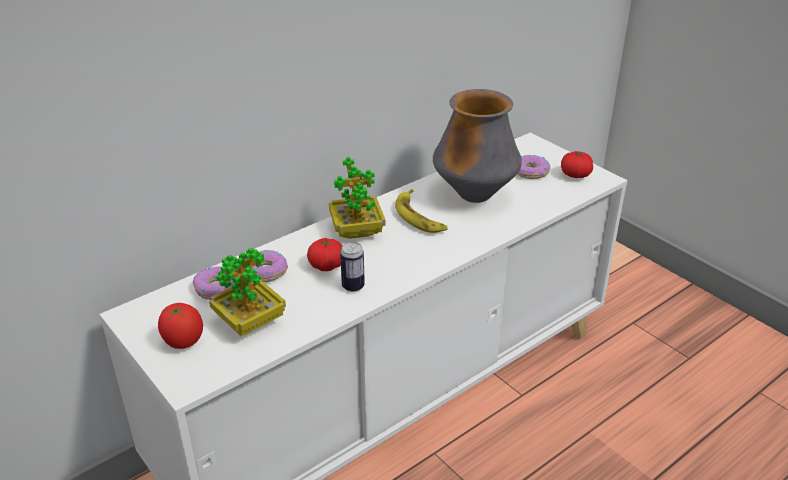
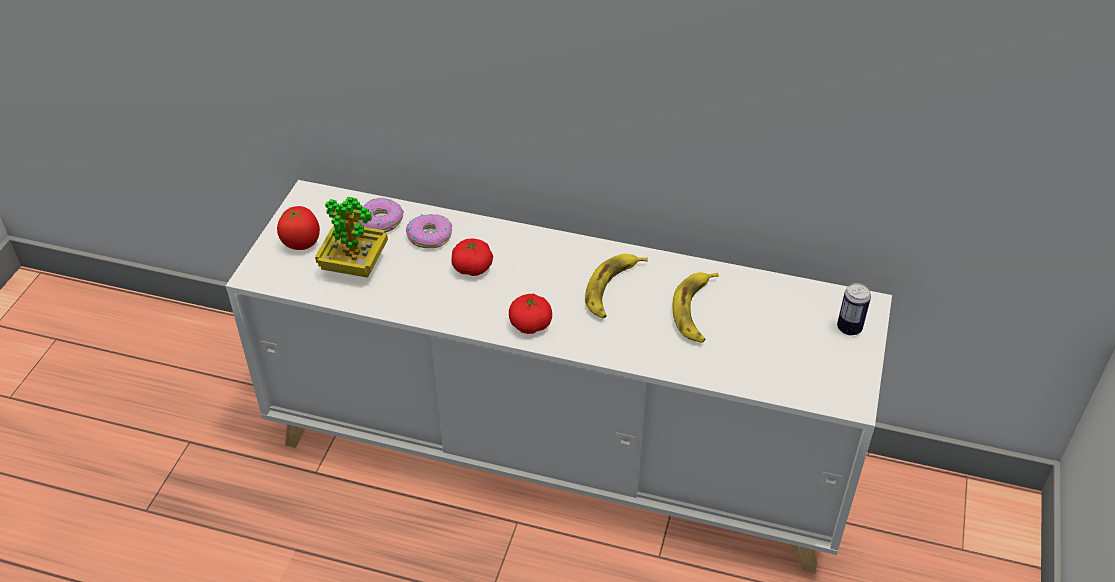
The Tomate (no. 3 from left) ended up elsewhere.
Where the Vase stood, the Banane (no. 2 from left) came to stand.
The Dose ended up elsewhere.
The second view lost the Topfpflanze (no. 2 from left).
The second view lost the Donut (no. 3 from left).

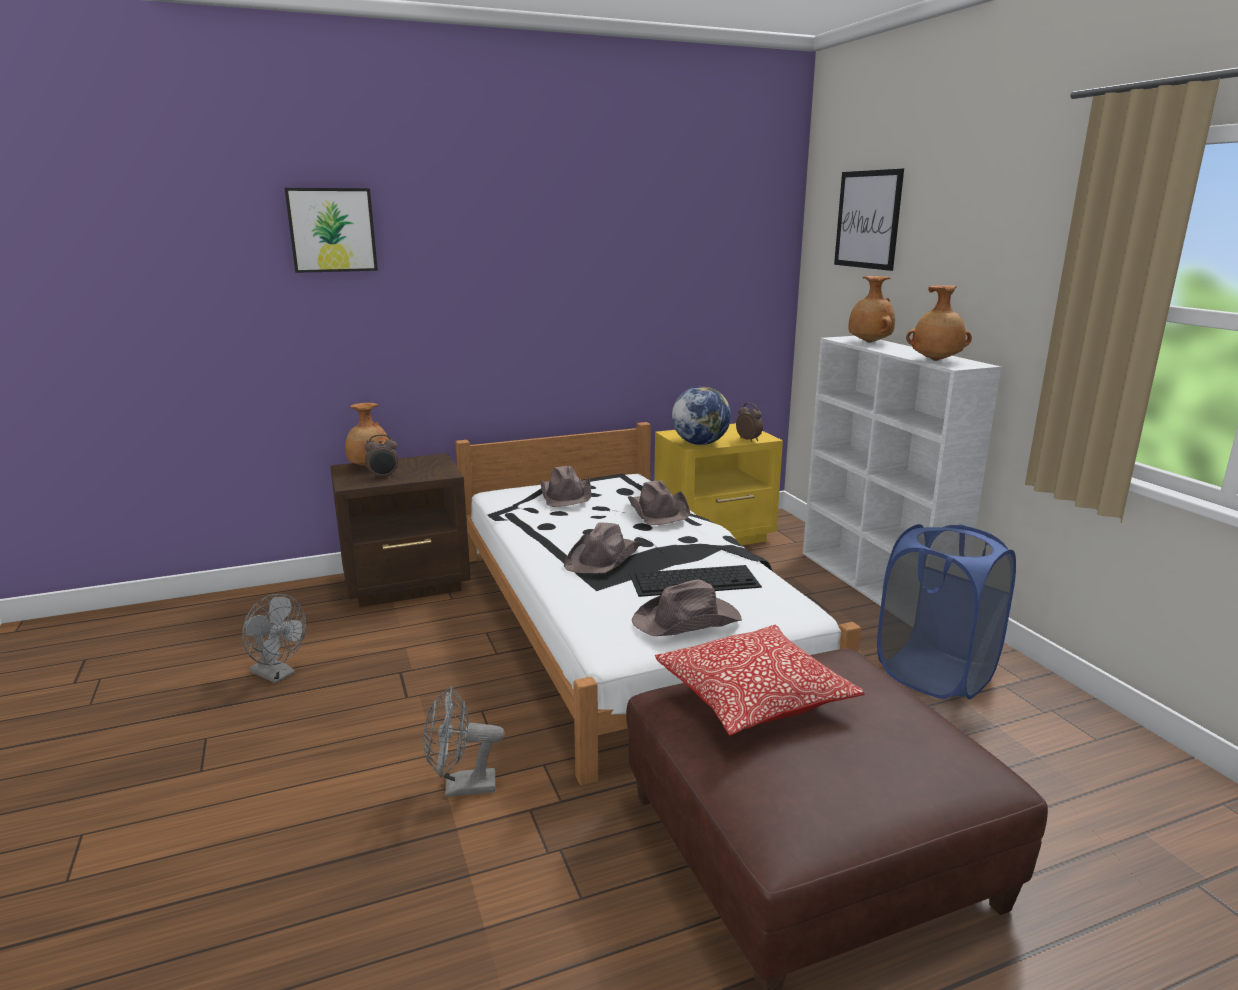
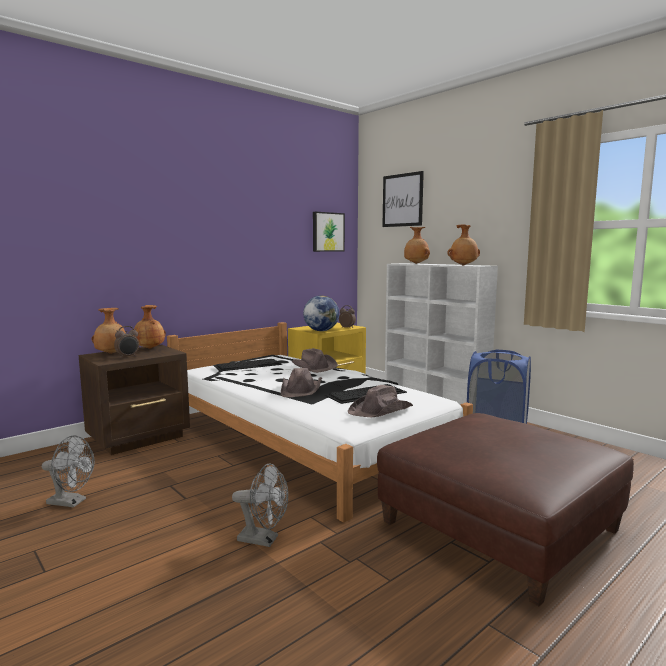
The second view gained the Vase (braun) (no. 2 from left).
Where the Hut (braun) (no. 1 from left) stood, the Tastatur (no. 1 from left) came to stand.
The Ventilator (grau) (no. 2 from left) ended up facing another way, 135 degrees counterclockwise from before.
The Bild (no. 1 from left) ended up elsewhere.
The second view lost the Kissen.

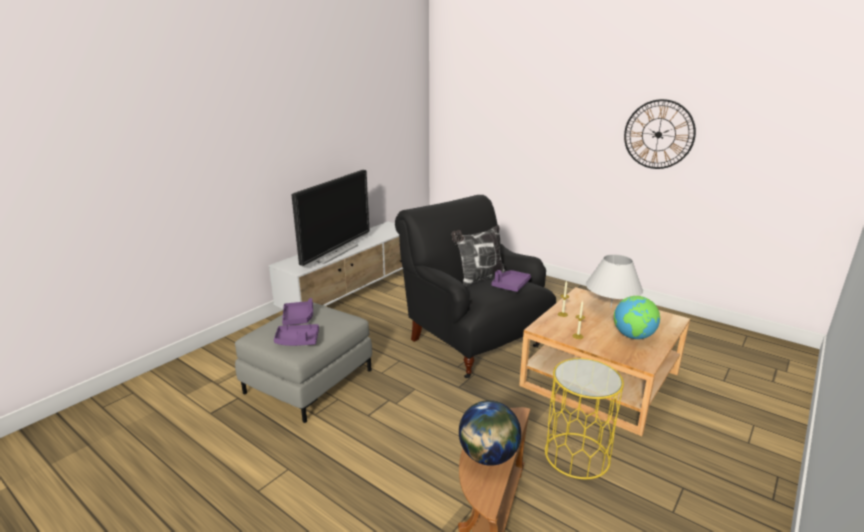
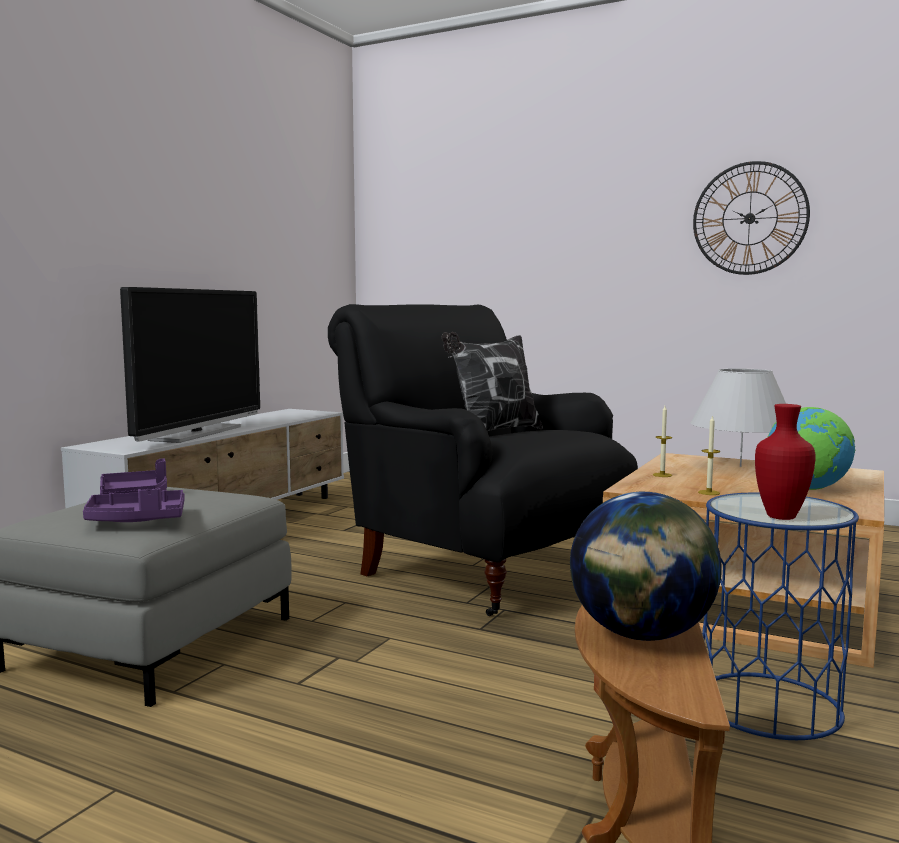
What was the Beistelltisch (gelb) turned into the Beistelltisch (blau).
The second view gained the Vase (rot).
The second view lost the Tablett (lila) (no. 3 from left).

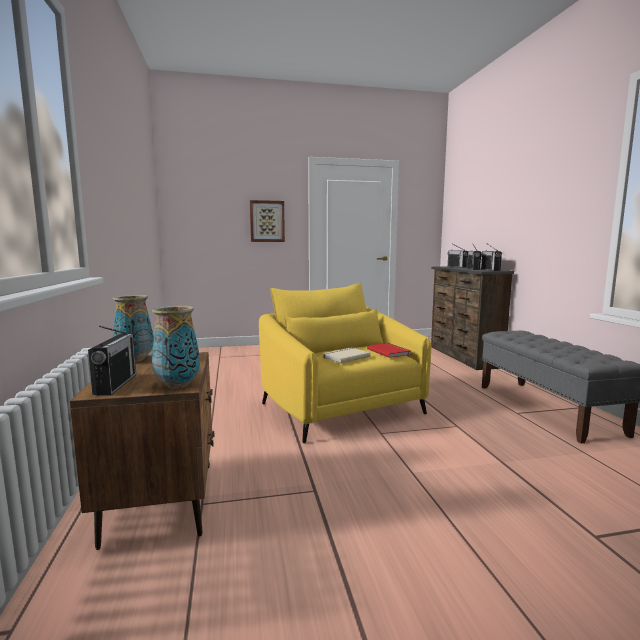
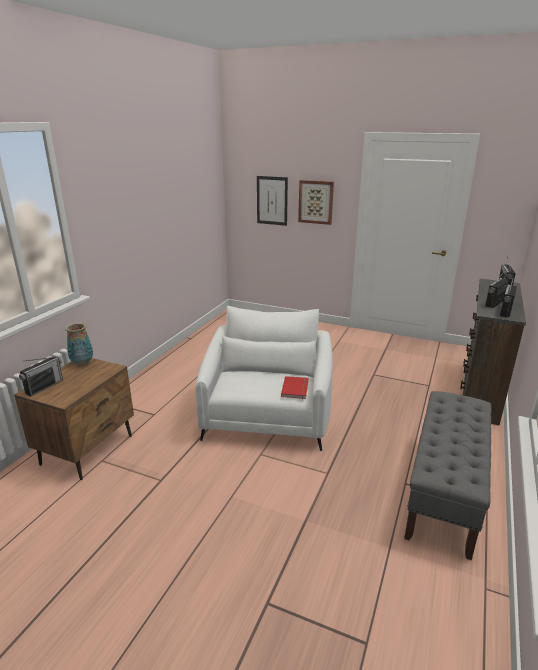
What was the Sessel (gelb) turned into the Sessel (weiß).
The second view gained the Bild (no. 1 from left).
The second view lost the Vase (no. 2 from left).
The second view lost the Buch (beige).

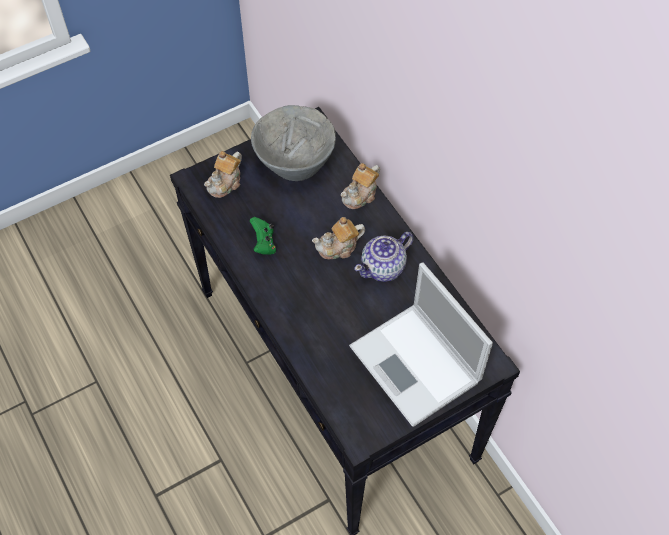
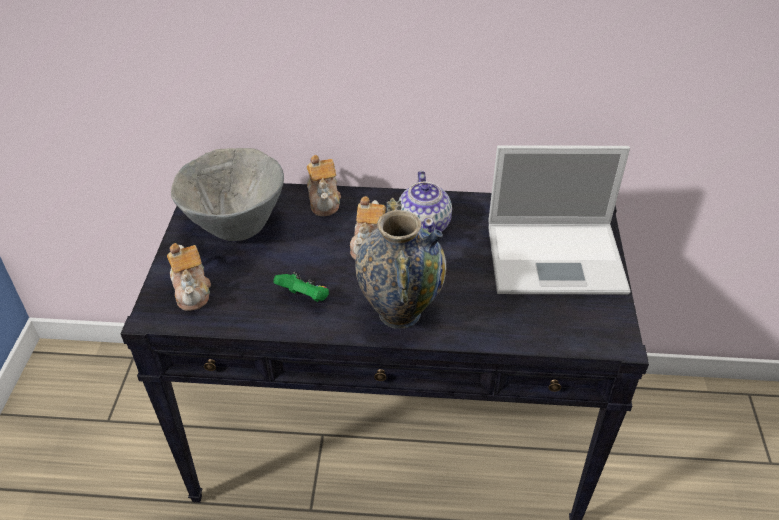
The second view gained the Vase.

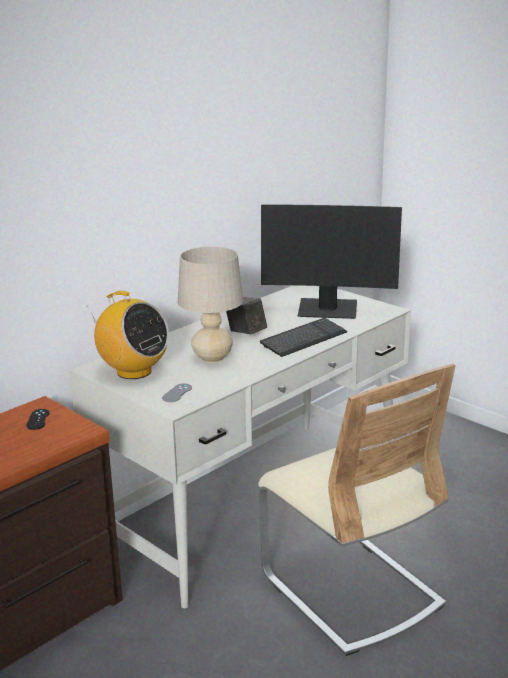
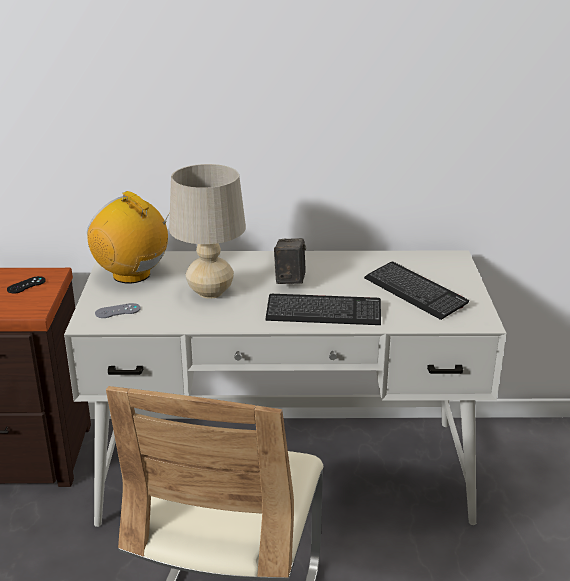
The Radio ended up facing another way, 135 degrees clockwise from before.
Where the Monitor stood, the Tastatur (no. 2 from left) came to stand.

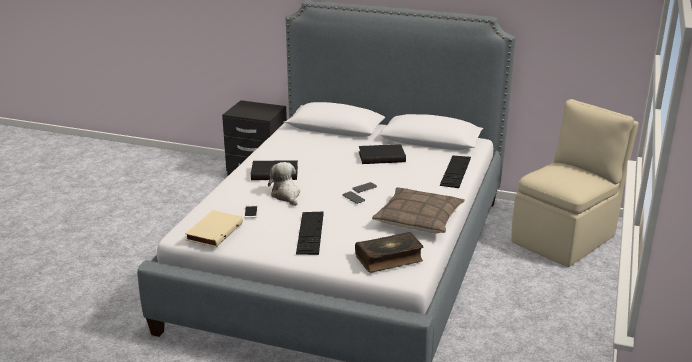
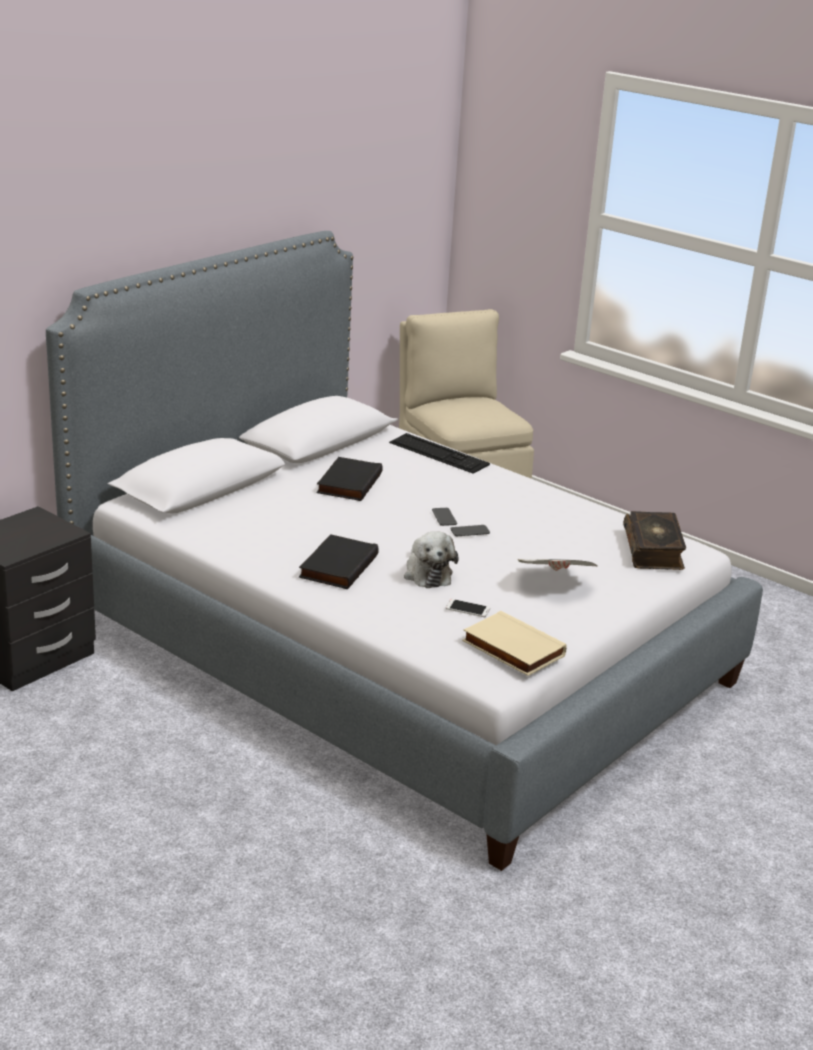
The Plüschtier ended up facing another way, 105 degrees counterclockwise from before.
Where the Tastatur (no. 1 from left) stood, the Zeitung came to stand.
The second view lost the Kissen.

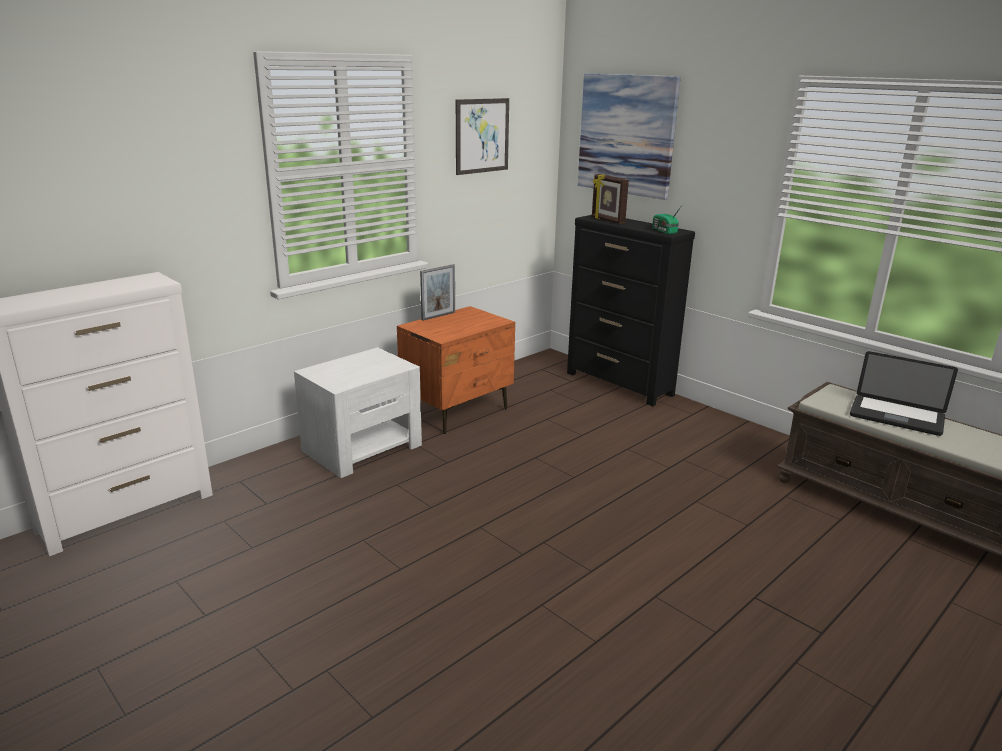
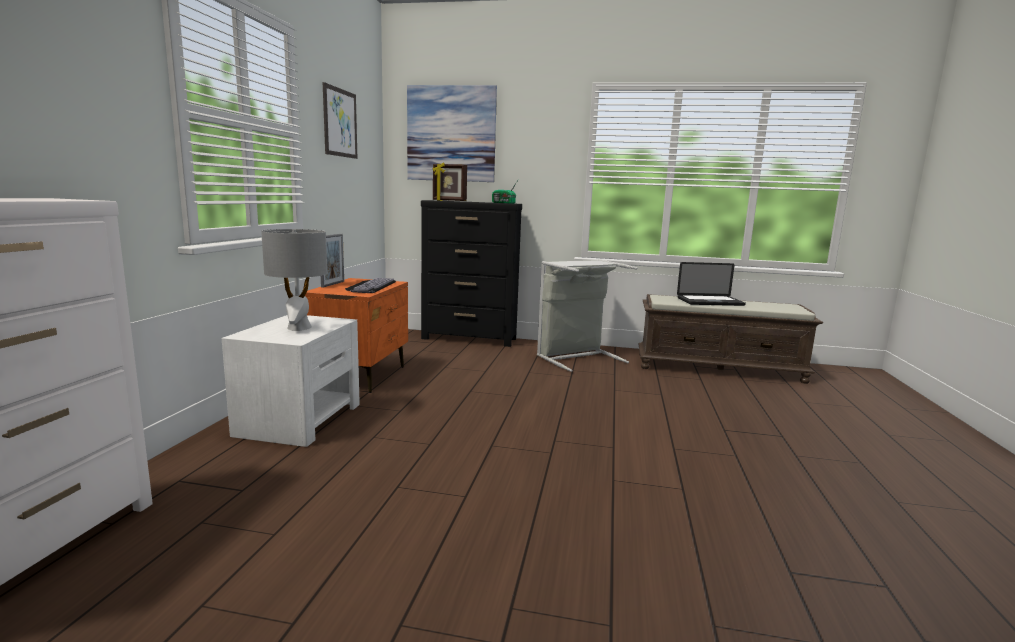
The second view gained the Tischlampe (grau).
The second view gained the Tastatur.
The second view gained the Wäschekorb (grau).

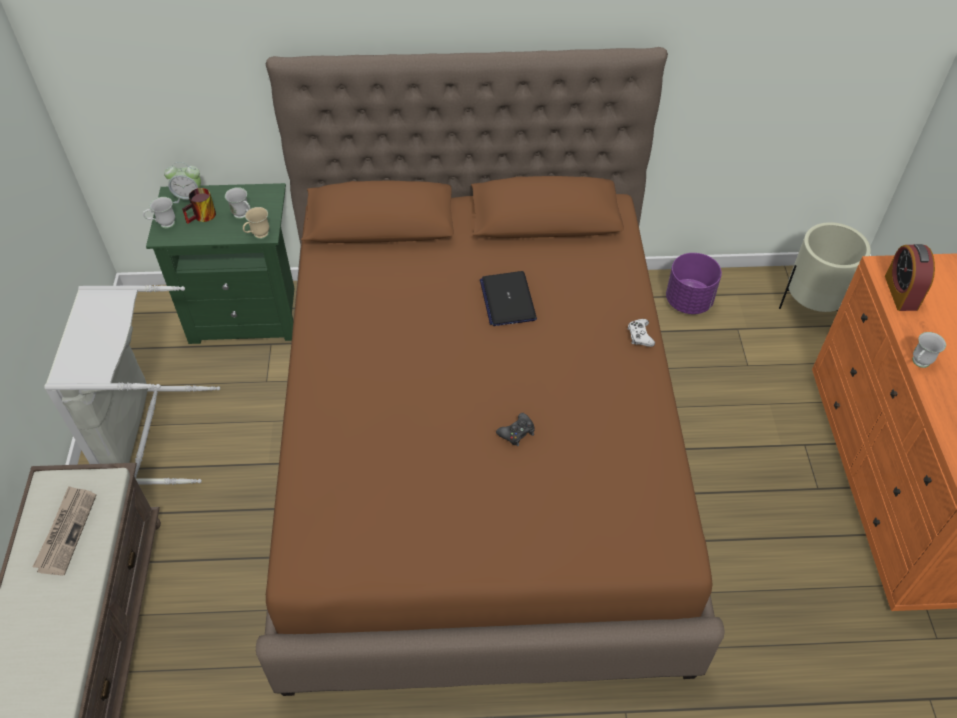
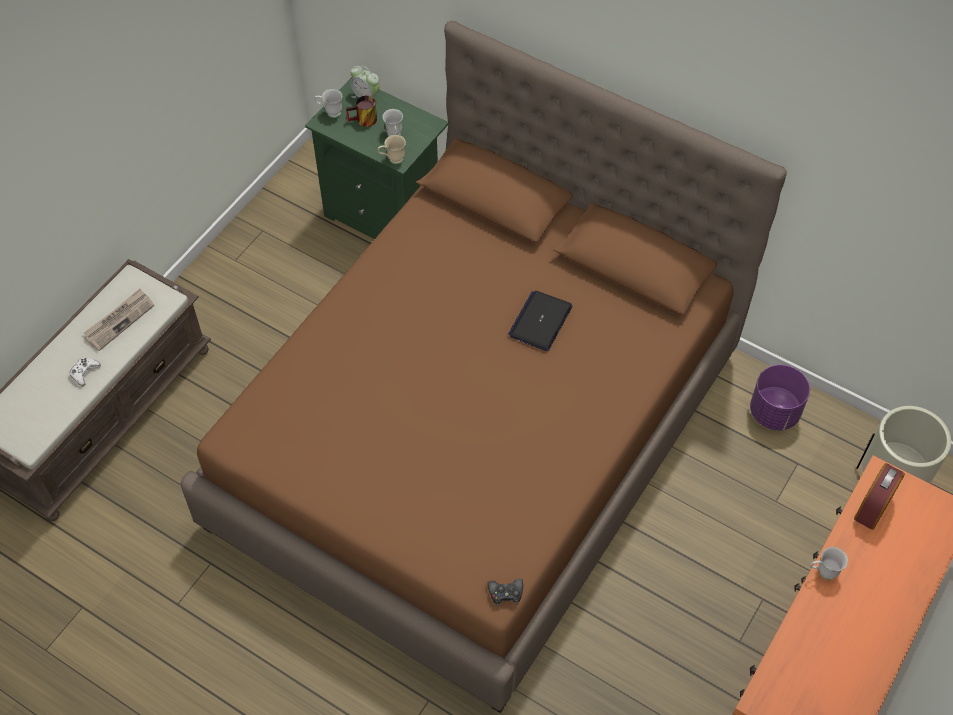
The Gamepad (weiß) ended up elsewhere.
The Gamepad (schwarz) ended up elsewhere.
The second view lost the Wäschekorb (grau).

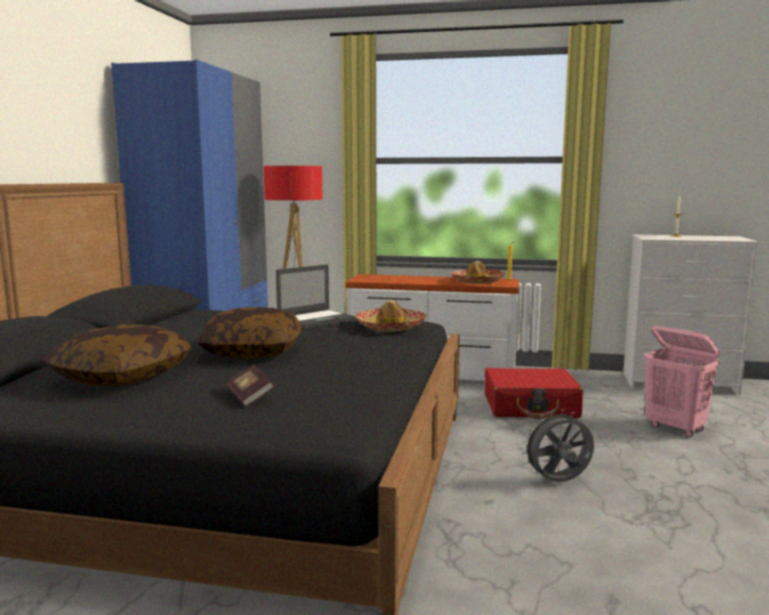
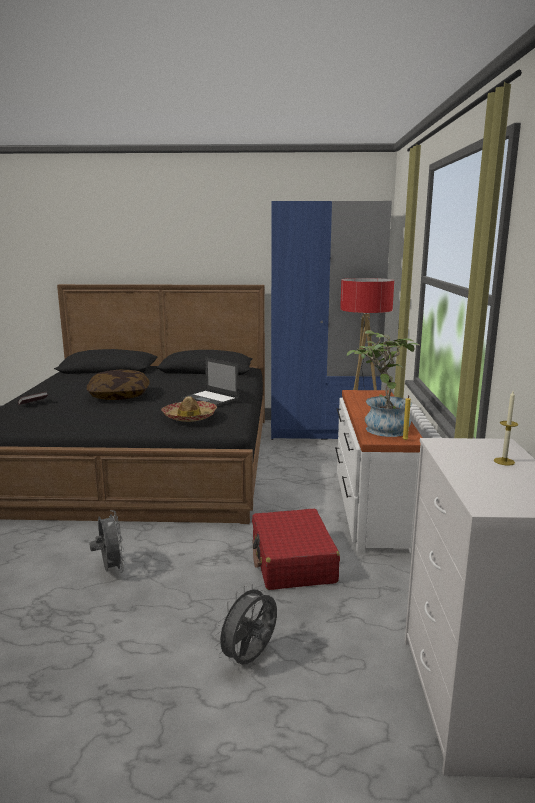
Where the Wäschekorb (rosa) stood, the Ventilator (grau) (no. 2 from left) came to stand.
Where the Hut (no. 2 from left) stood, the Topfpflanze came to stand.
The second view lost the Kissen (no. 1 from left).

